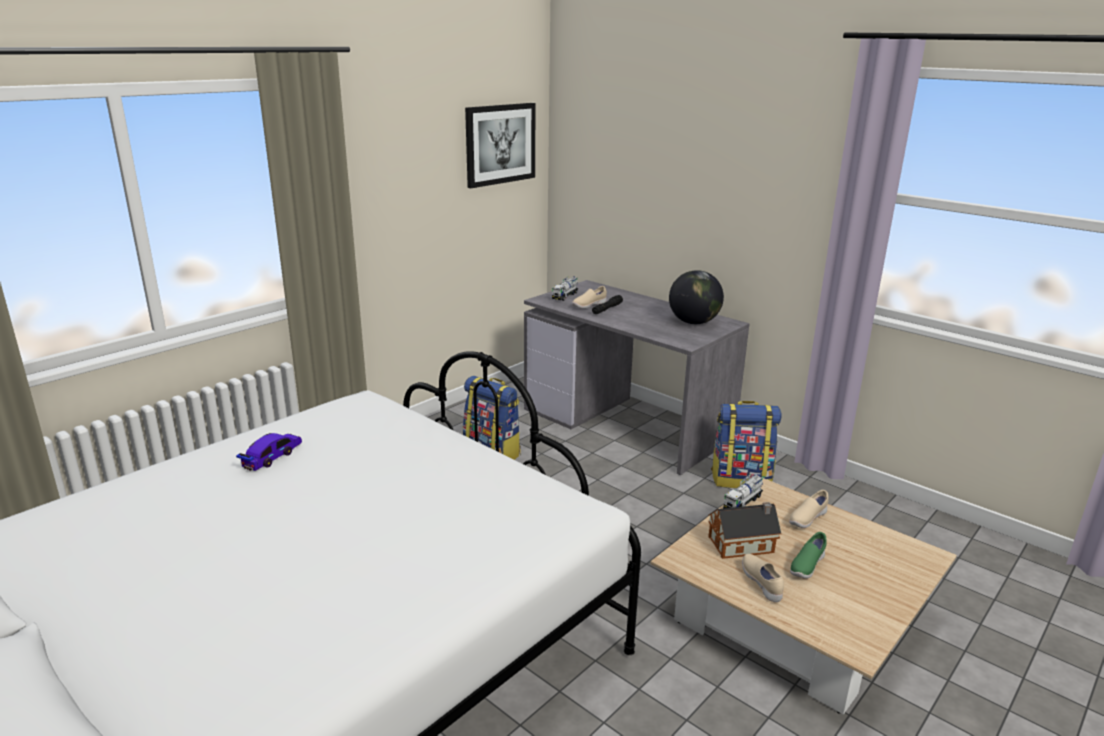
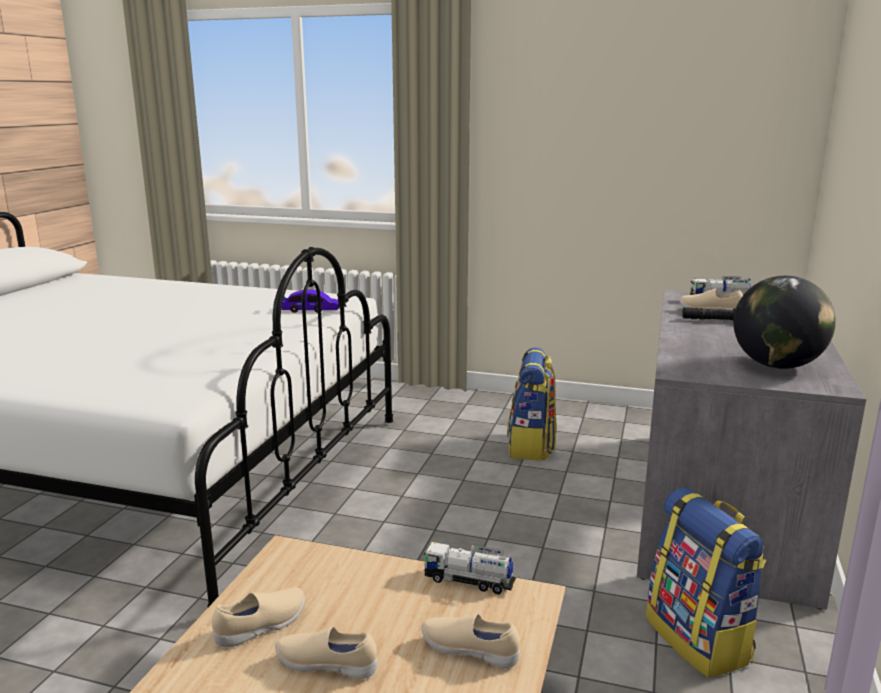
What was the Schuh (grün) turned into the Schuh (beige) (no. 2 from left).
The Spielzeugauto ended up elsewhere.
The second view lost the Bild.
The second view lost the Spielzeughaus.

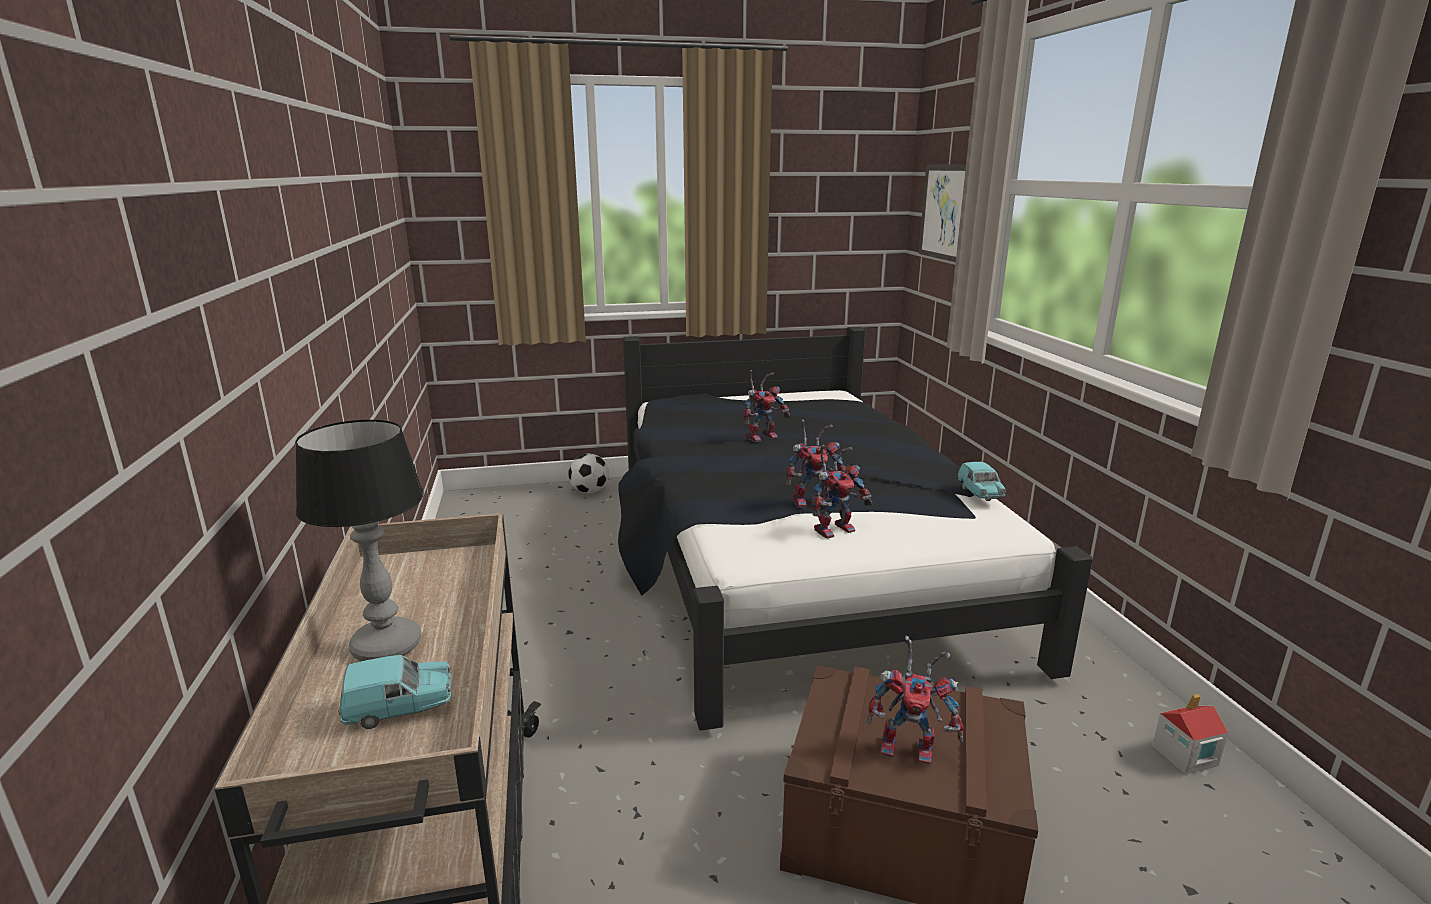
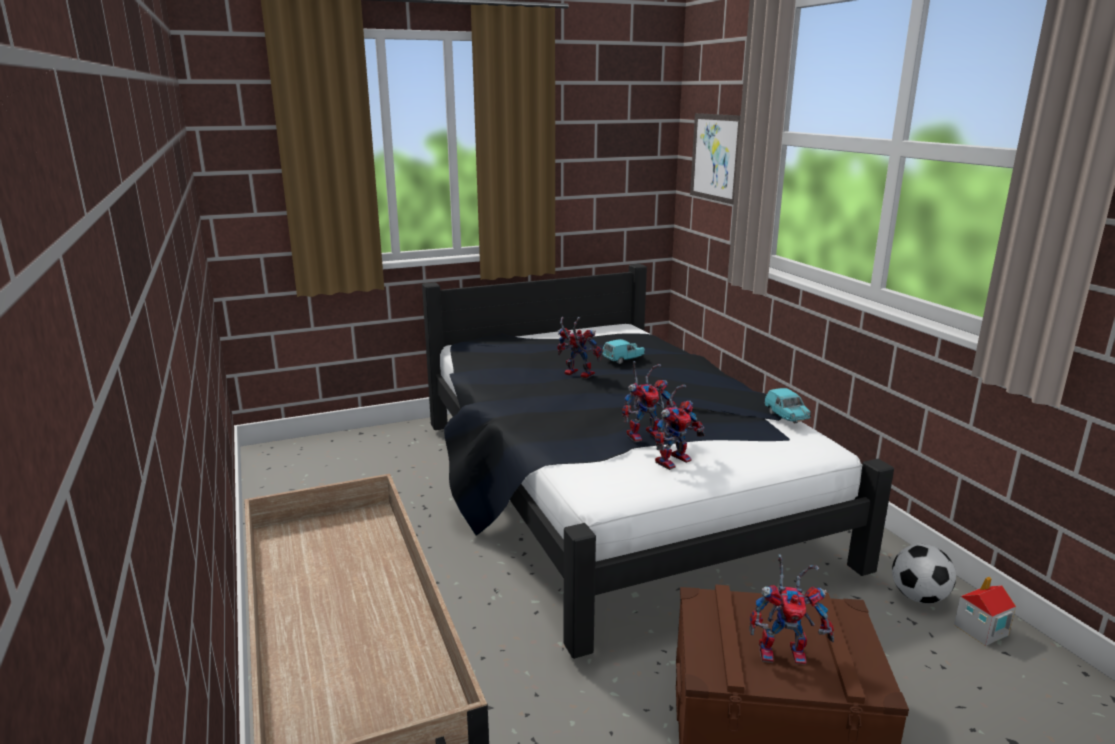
The Spielzeugroboter (no. 1 from left) ended up facing another way, 105 degrees counterclockwise from before.
The Spielzeugauto (türkis) (no. 1 from left) ended up elsewhere.
The Fußball ended up elsewhere.
The second view lost the Tischlampe.

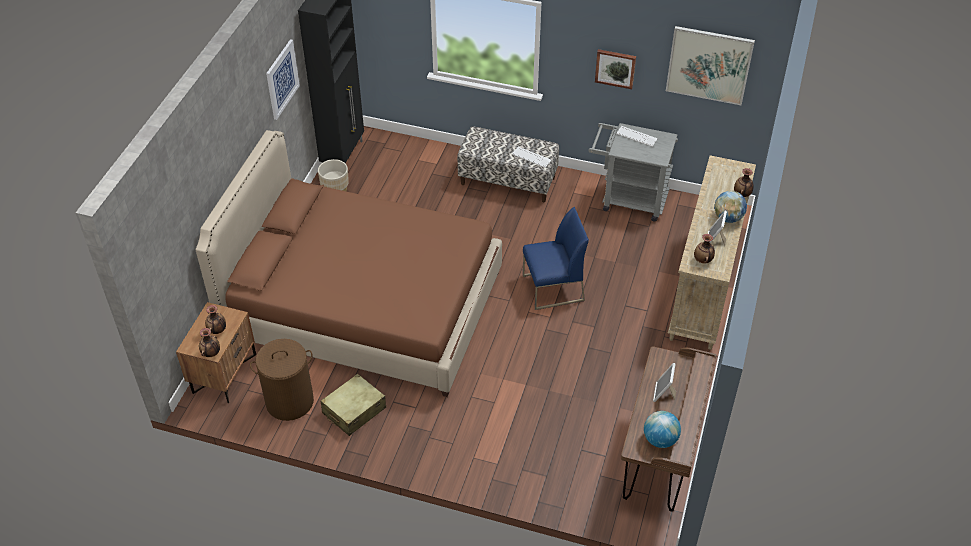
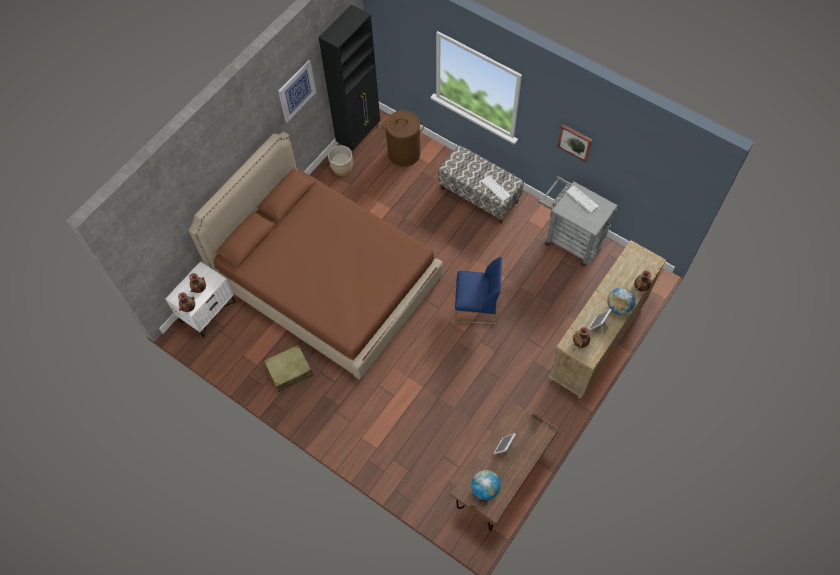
What was the Nachttisch (braun) turned into the Nachttisch (weiß).
The Wäschekorb (braun) ended up elsewhere.
The second view lost the Bild (no. 3 from left).

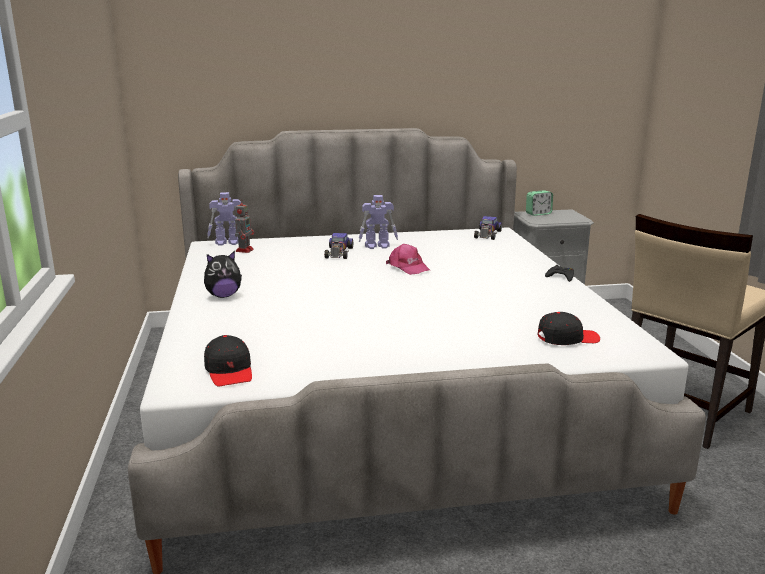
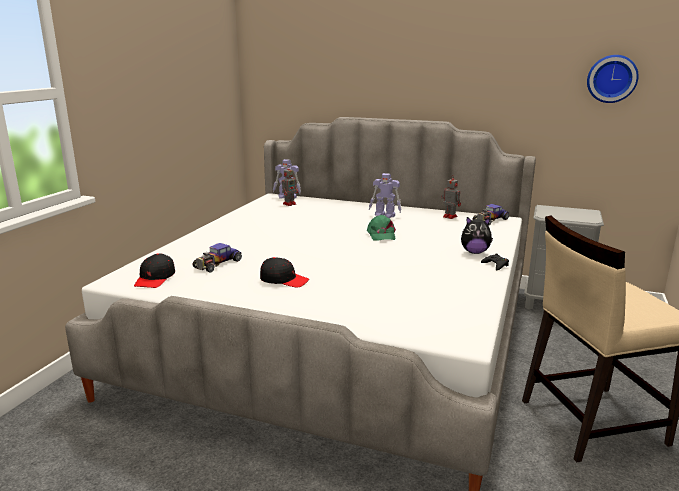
The Spielzeugauto (no. 1 from left) ended up elsewhere.
The Kappe (schwarz) (no. 2 from left) ended up elsewhere.
What was the Kappe (rosa) turned into the Kappe (grün).
The second view gained the Spielzeugroboter (no. 4 from left).
The Plüschtier ended up elsewhere.
The second view gained the Wanduhr.
The second view lost the Wecker.

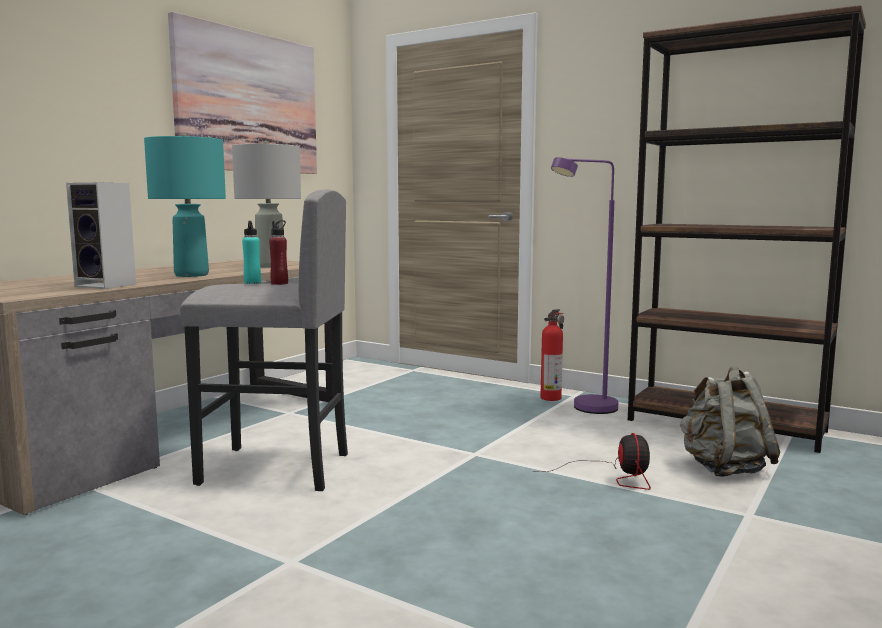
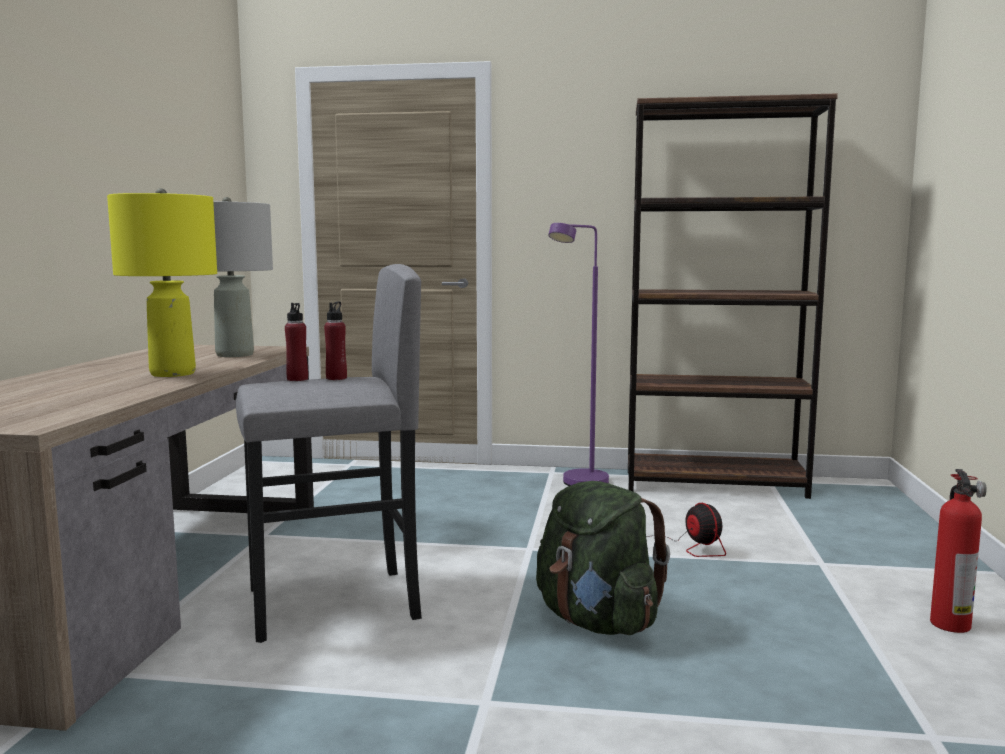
What was the Tischlampe (türkis) turned into the Tischlampe (gelb).
What was the Flasche (türkis) turned into the Flasche (rot) (no. 1 from left).
The second view gained the Rucksack (grün).
The Feuerlöscher ended up elsewhere.
The second view lost the Lautsprecher.
The second view lost the Bild.
The second view lost the Rucksack (grau).

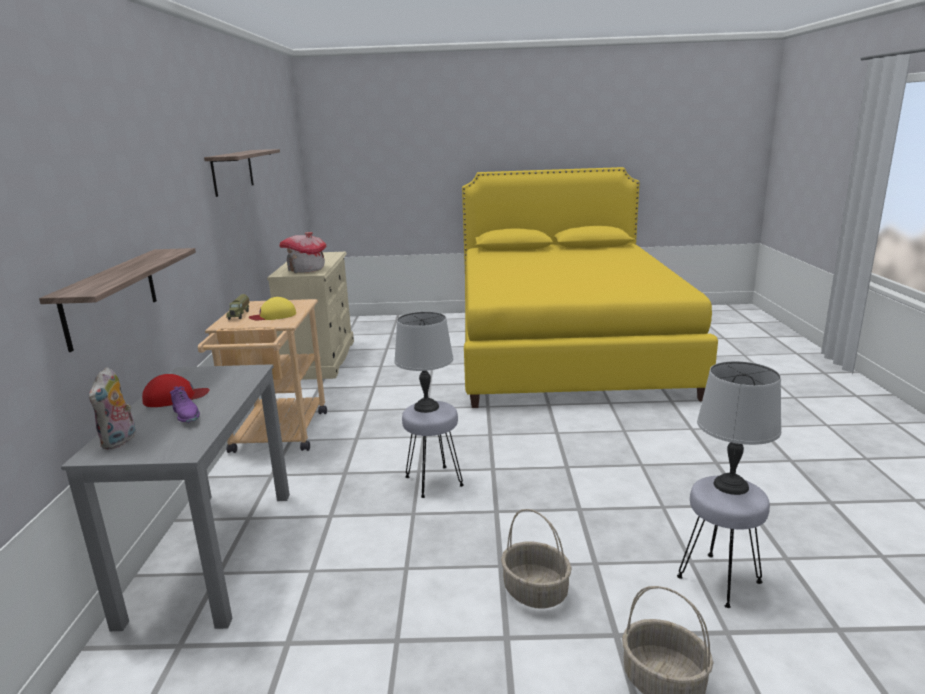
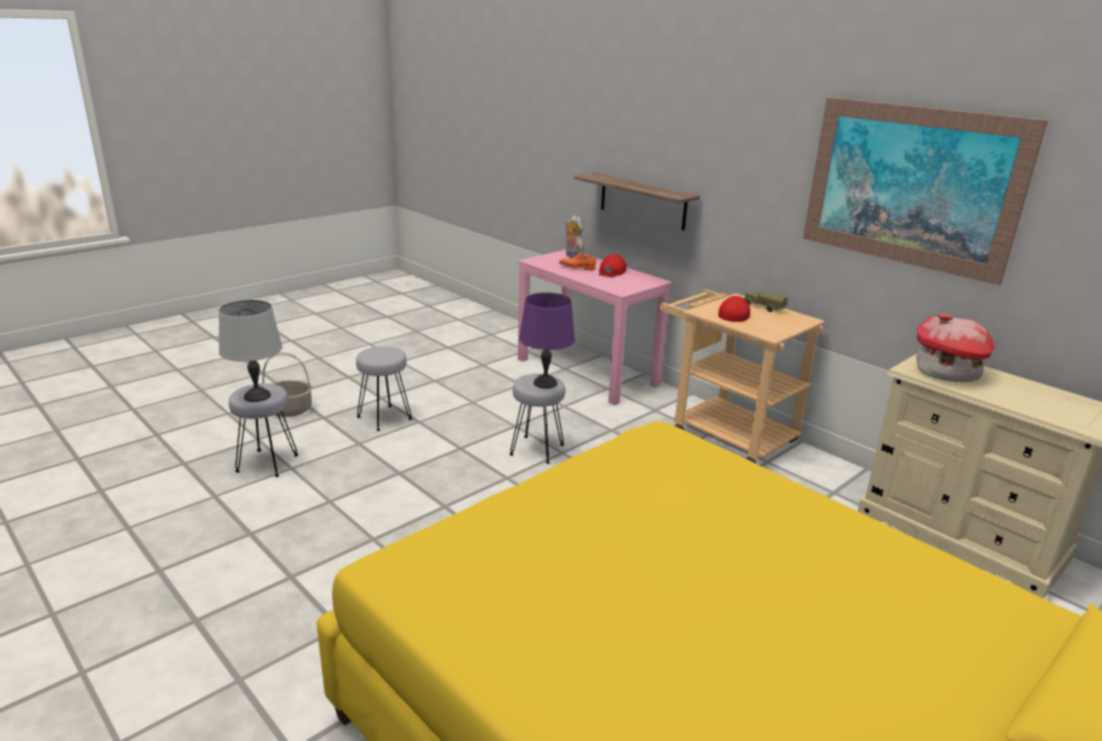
Where the Korb (no. 1 from left) stood, the Hocker (grau) (no. 2 from left) came to stand.
What was the Schreibtisch (grau) turned into the Schreibtisch (rosa).
What was the Tischlampe (grau) (no. 1 from left) turned into the Tischlampe (lila).
What was the Schuh (lila) turned into the Schuh (orange).
What was the Kappe (gelb) turned into the Kappe (rot) (no. 2 from left).
Where the Wandregal (no. 2 from left) hung, the Bild came to hang.

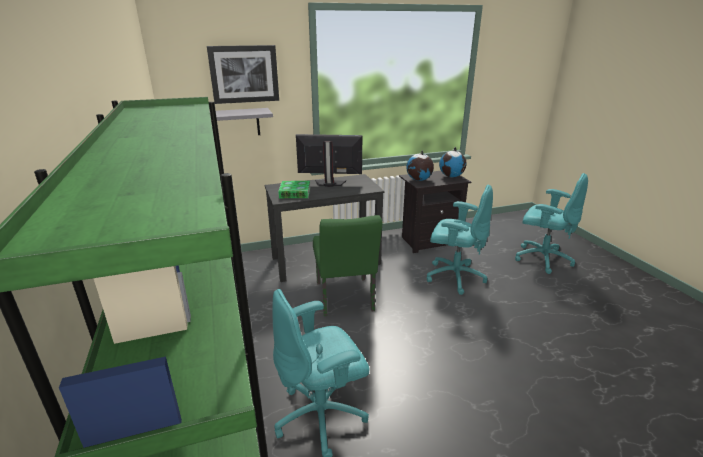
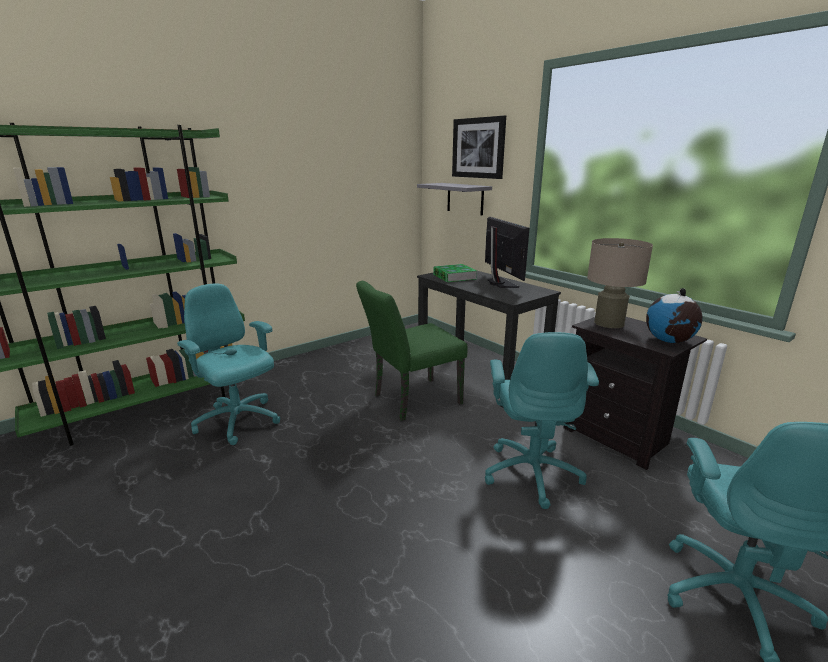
Where the Globus (no. 1 from left) stood, the Tischlampe (beige) came to stand.

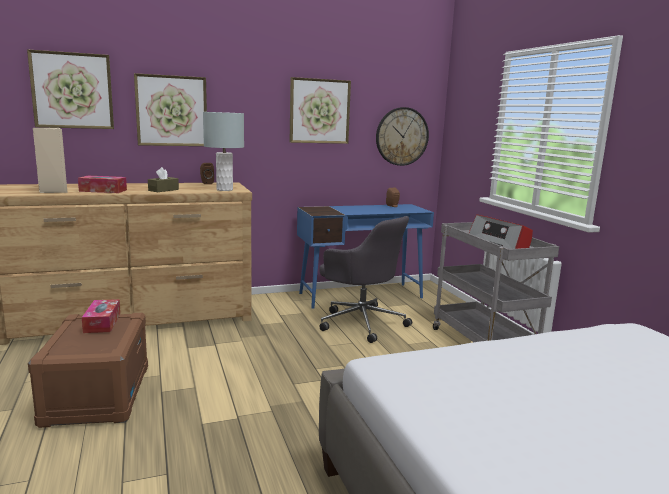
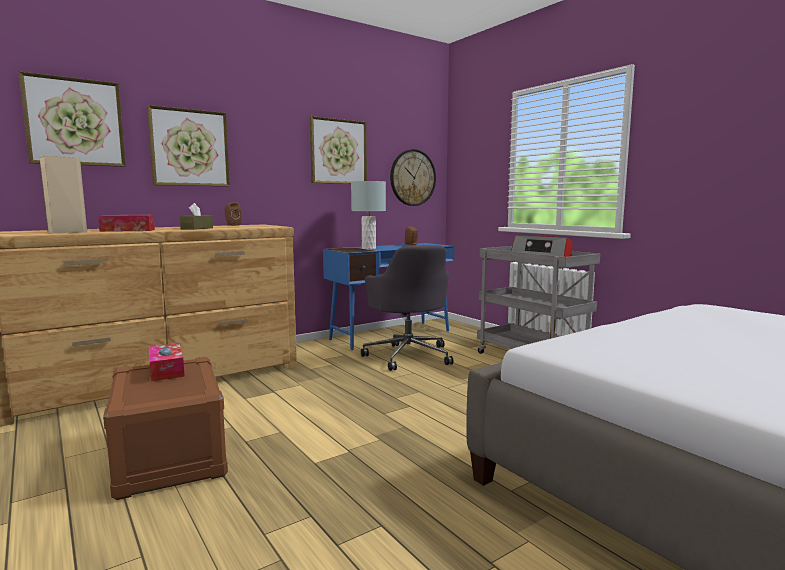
The Tischlampe (grau) ended up elsewhere.
The Bürostuhl (grau) ended up facing another way, 45 degrees clockwise from before.

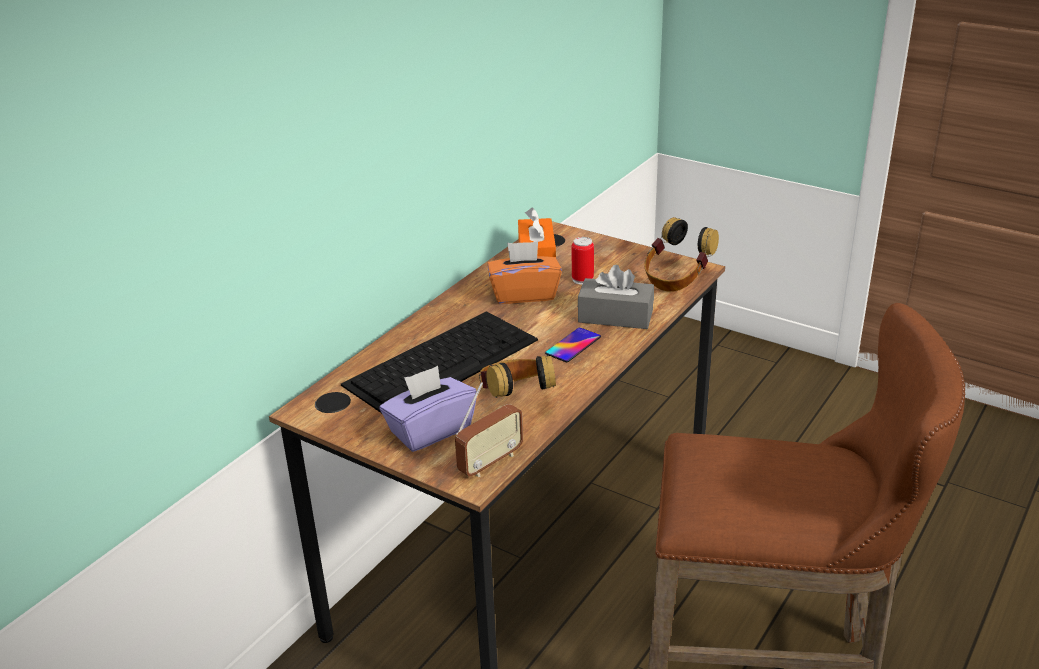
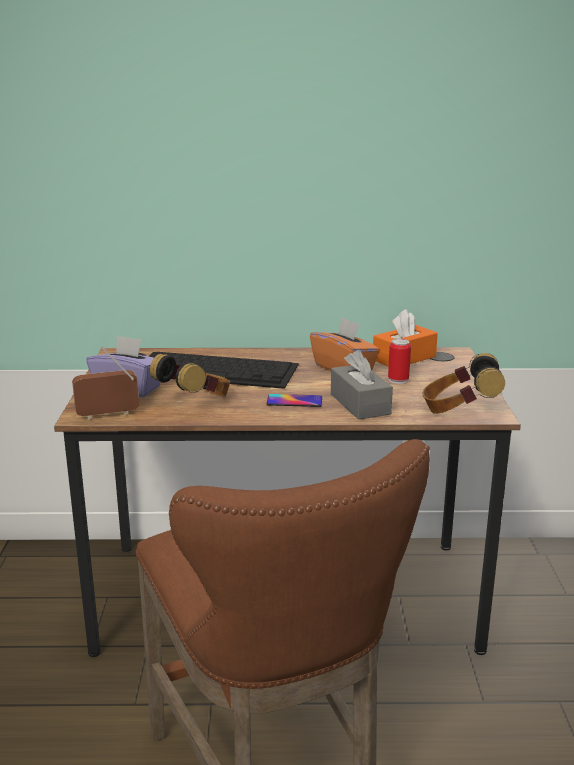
The Radio ended up facing another way, 150 degrees clockwise from before.

